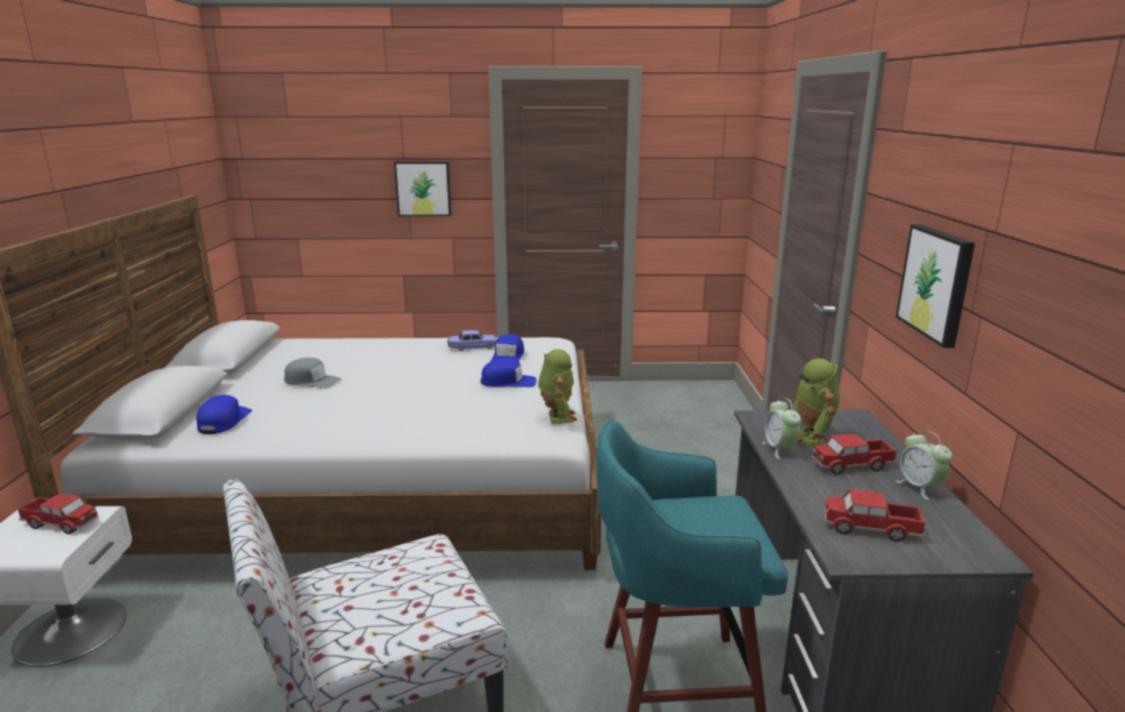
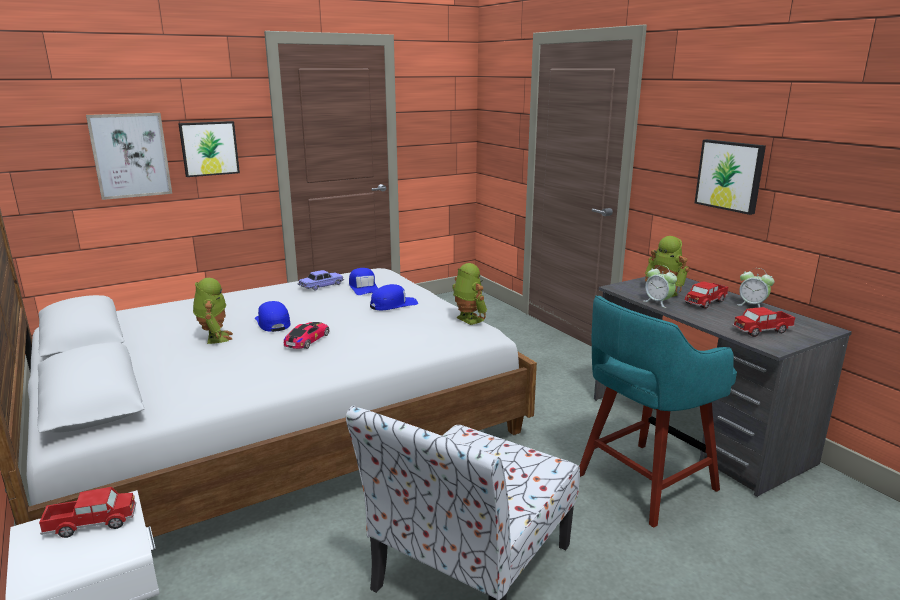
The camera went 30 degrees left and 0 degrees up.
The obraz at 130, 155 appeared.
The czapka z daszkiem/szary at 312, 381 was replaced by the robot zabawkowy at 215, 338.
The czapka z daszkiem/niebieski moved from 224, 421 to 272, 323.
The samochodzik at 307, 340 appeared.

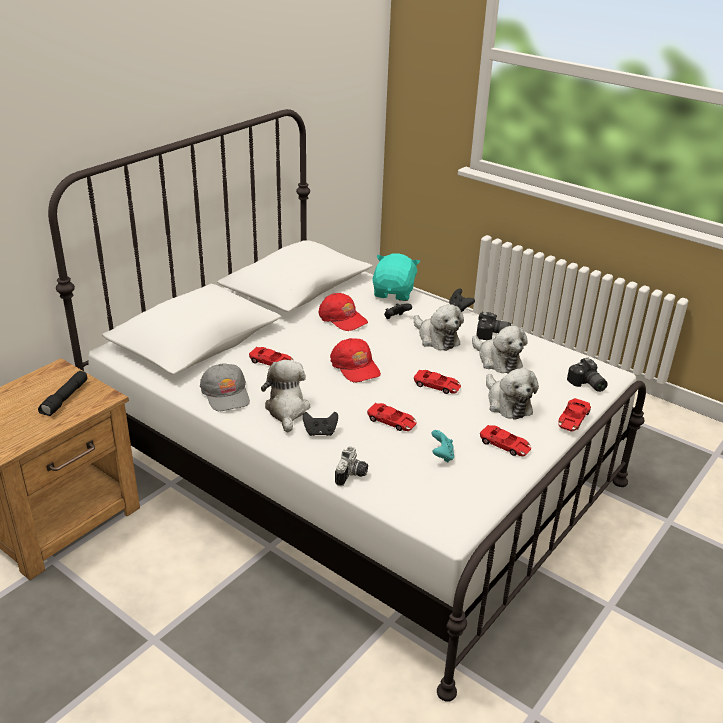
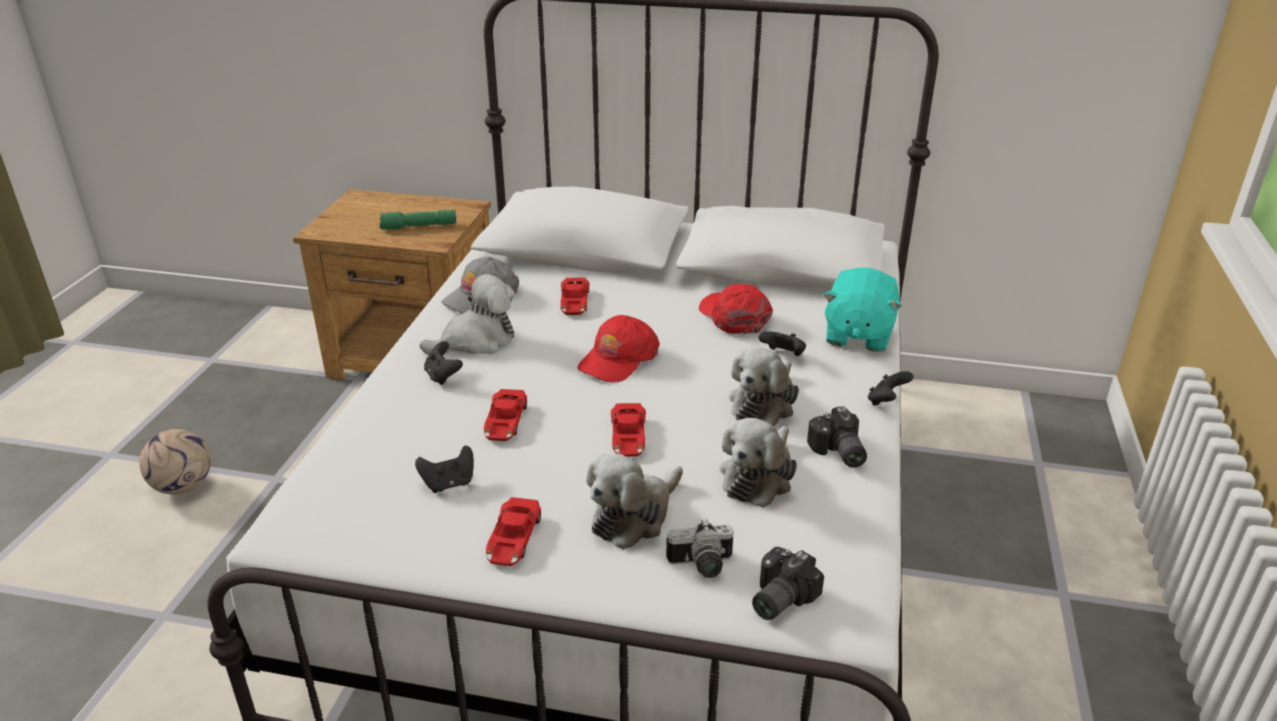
The camera went 65 degrees right and 0 degrees up.
The piłka futbolowa at 183, 486 appeared.
The latarka/czarny at 65, 399 became the latarka/zielony at 418, 227.
The pad do gier/turkusowy at 442, 455 became the pad do gier/czarny at 449, 484.
The aparat fotograficzny moved from 352, 475 to 701, 566.
The czapka z daszkiem/czerwony at 342, 318 turned 135 degrees clockwise.
The pluszak/turkusowy at 394, 293 turned 120 degrees clockwise.
The samochodzik/czerwony at 573, 419 disappeared.

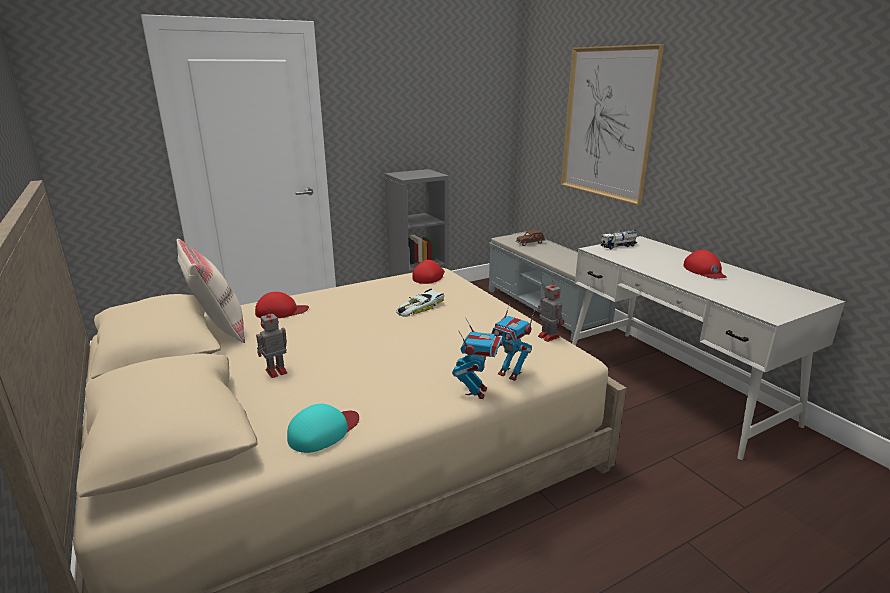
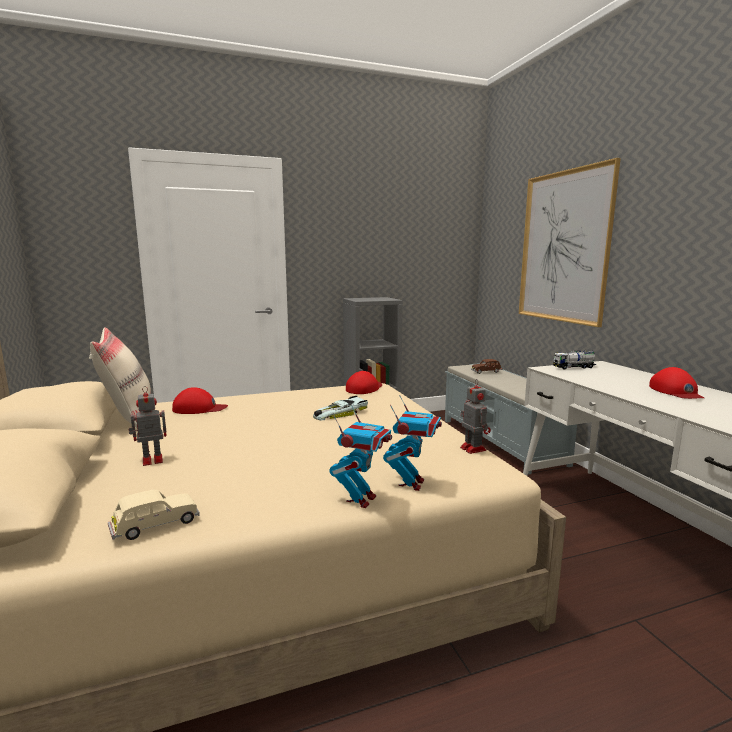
The camera went 10 degrees right and 10 degrees down.
The czapka z daszkiem/turkusowy at 323, 431 was replaced by the samochodzik/beżowy at 155, 526.
The robot zabawkowy at 510, 374 turned 120 degrees counterclockwise.

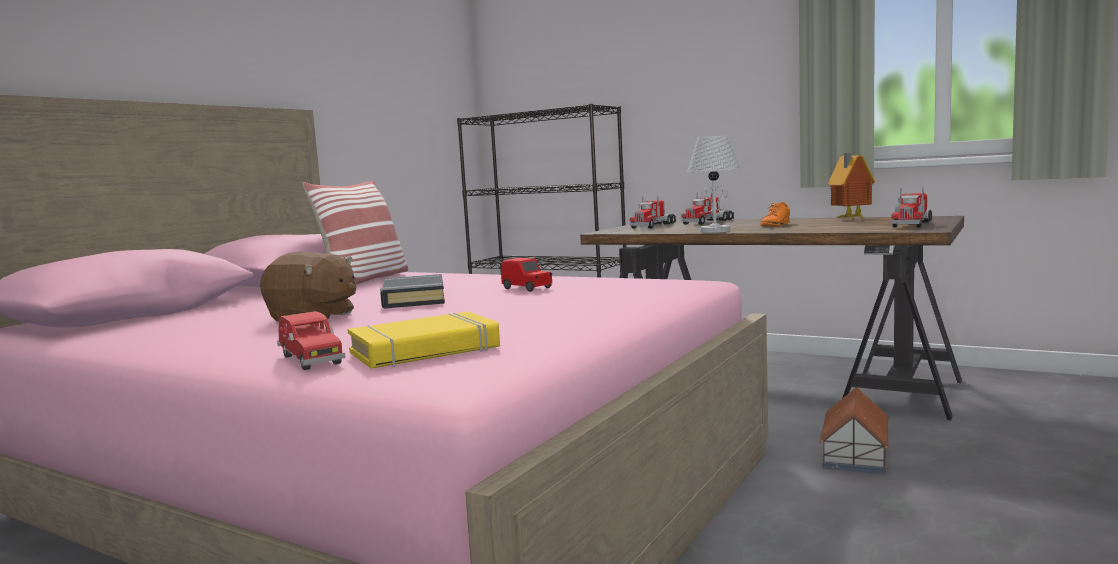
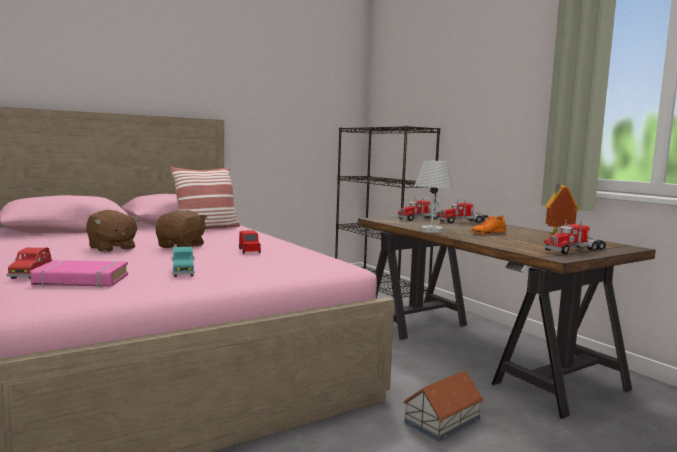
The camera went 25 degrees right and 0 degrees up.
The książka/żółty at 425, 350 became the książka/różowy at 81, 280.
The książka/czarny at 413, 299 was replaced by the pluszak/brązowy at 182, 246.
The samochodzik/turkusowy at 183, 271 appeared.

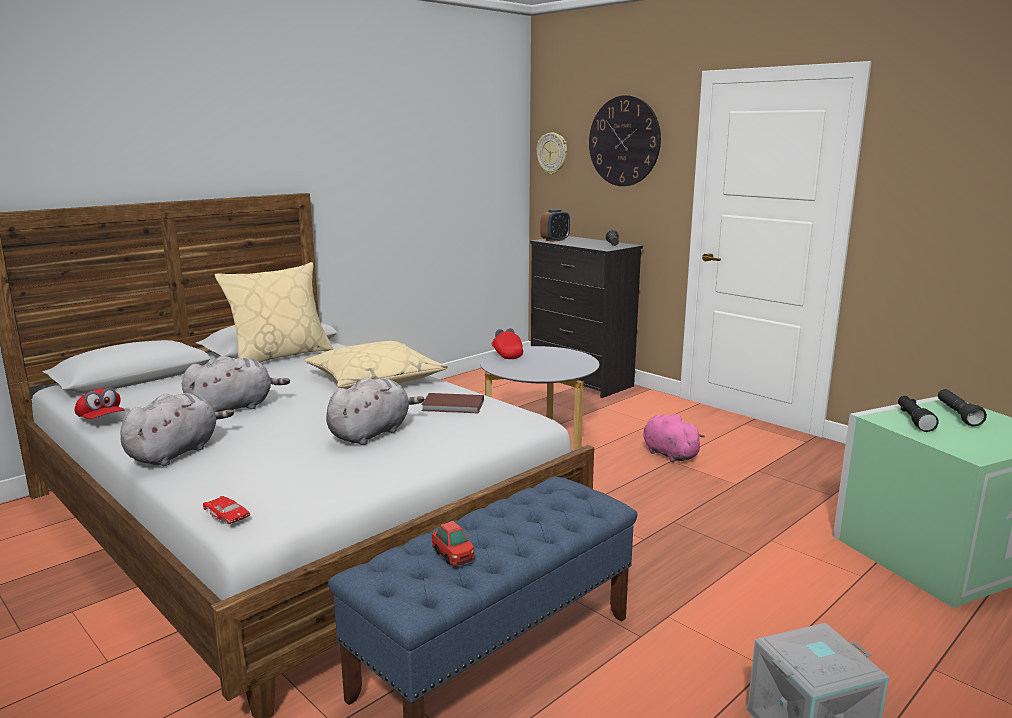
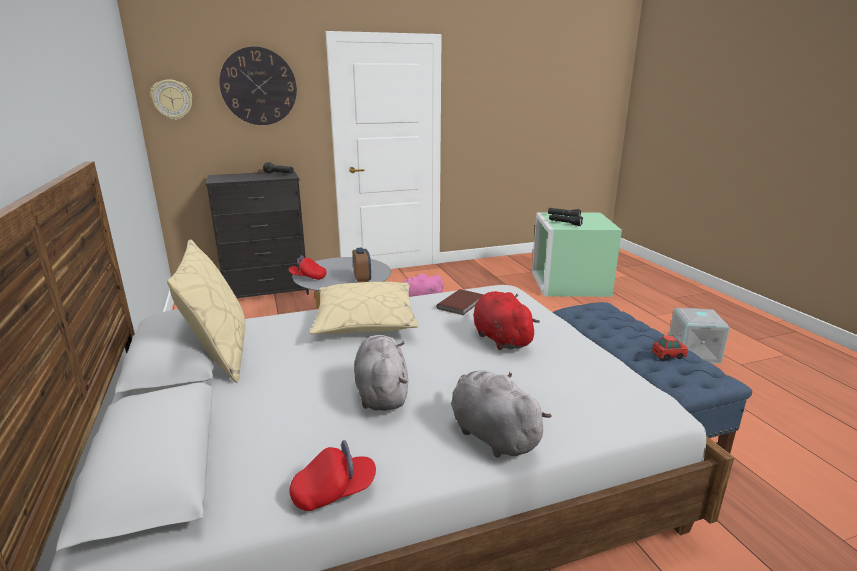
The camera went 65 degrees left and 5 degrees up.
The budzik moved from 555, 240 to 362, 279.
The pluszak/szary at 372, 433 became the pluszak/czerwony at 500, 338.
The samochodzik/czerwony at 227, 514 disappeared.

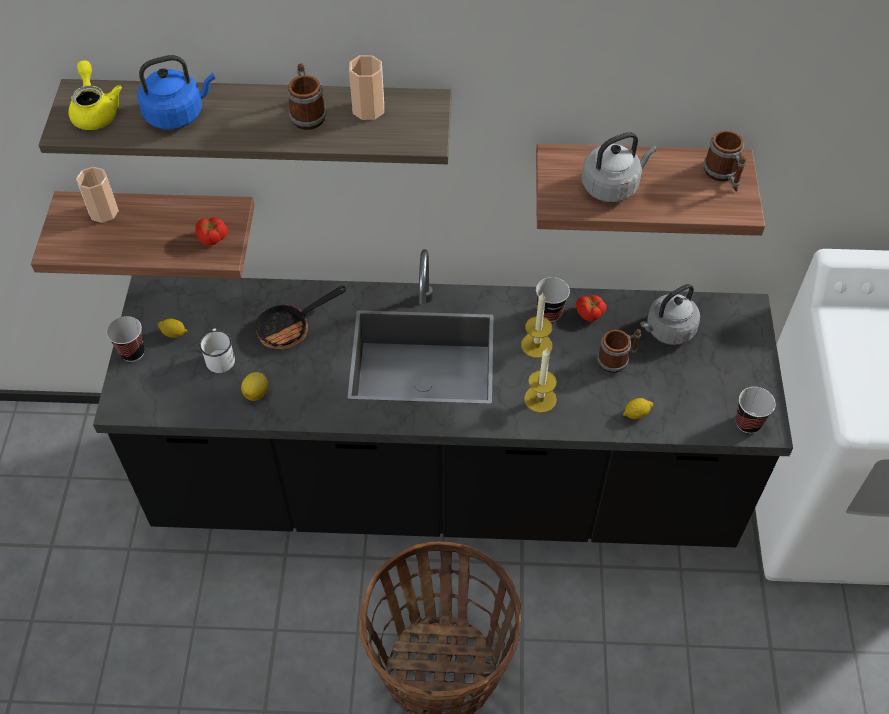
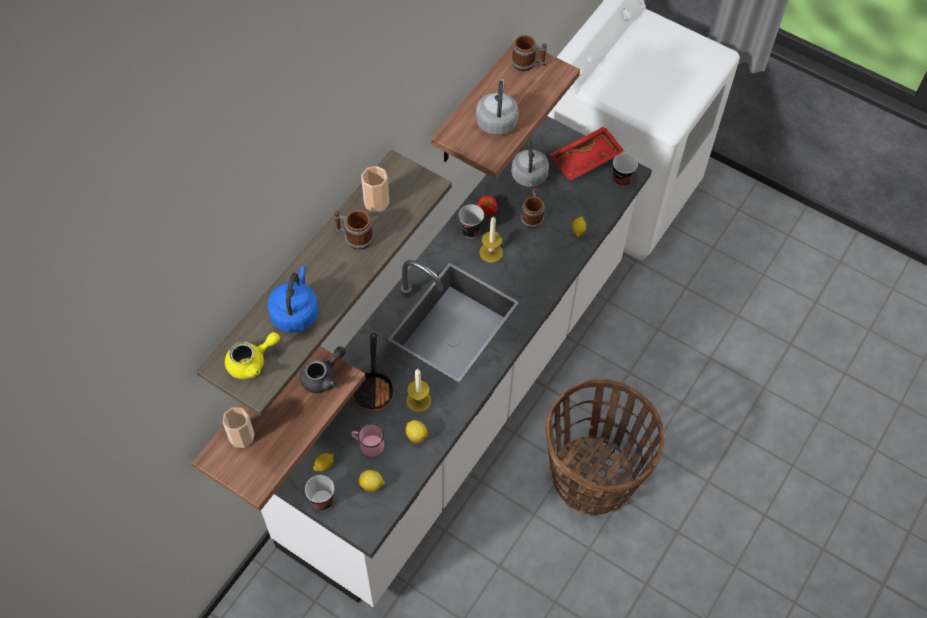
The camera went 60 degrees left and 5 degrees up.
The imbryk/żółty at 95, 111 turned 135 degrees clockwise.
The zabudowa kuchenna/czarny at 444, 489 became the zabudowa kuchenna/biały at 461, 402.
The pomidor at 212, 238 was replaced by the imbryk/szary at 323, 376.
The kubek/biały at 220, 357 became the kubek/różowy at 368, 444.
The cytryna at 372, 485 appeared.
The świeca moved from 540, 399 to 418, 400.
The taca/czerwony at 586, 160 appeared.

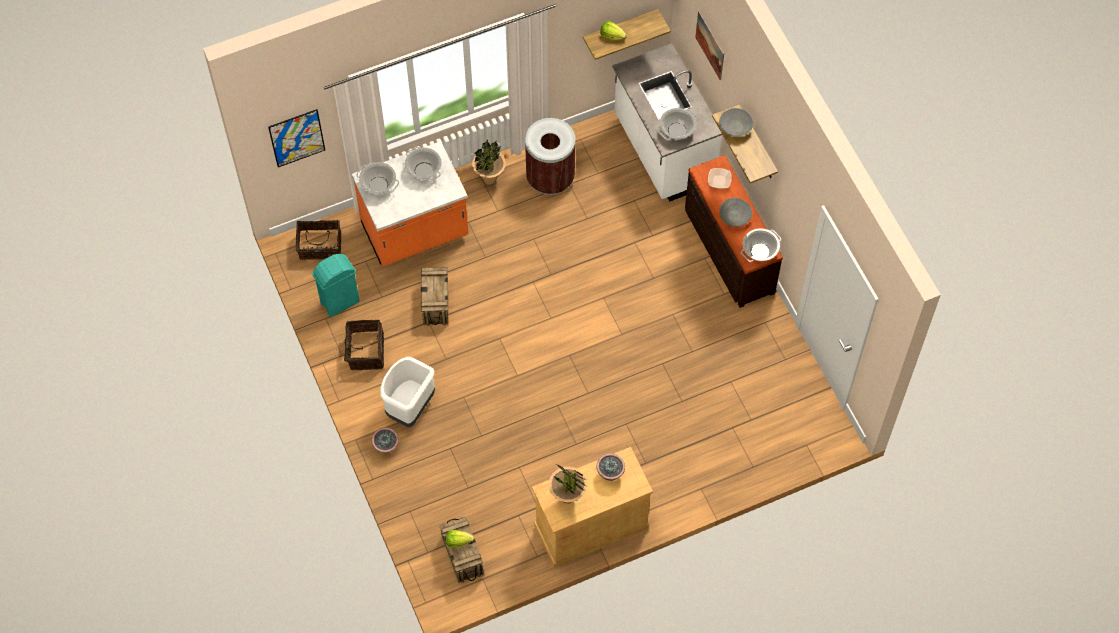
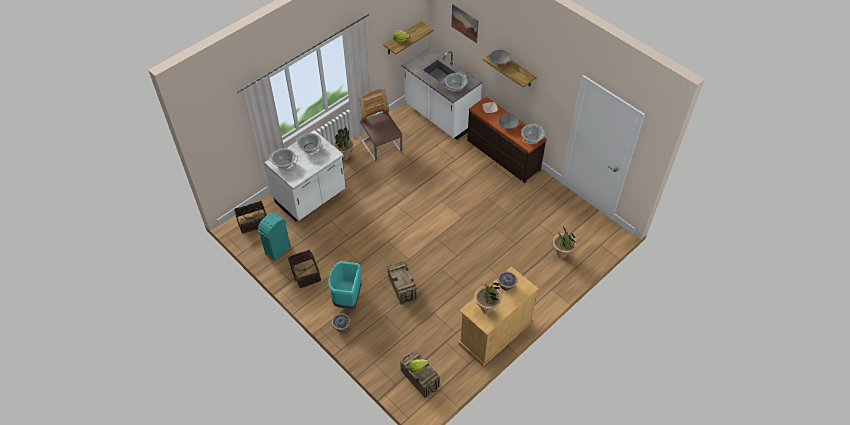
The camera went 20 degrees left and 10 degrees down.
The zabudowa kuchenna/pomarańczowy at 415, 232 became the zabudowa kuchenna/biały at 311, 198.
The kosz na śmieci/biały at 409, 407 became the kosz na śmieci/turkusowy at 347, 298.
The kosz na śmieci/brązowy at 550, 178 was replaced by the krzesło at 381, 146.
The skrzynka moved from 436, 302 to 402, 288.
The roślina doniczkowa at 561, 255 appeared.
The obraz at 297, 138 disappeared.

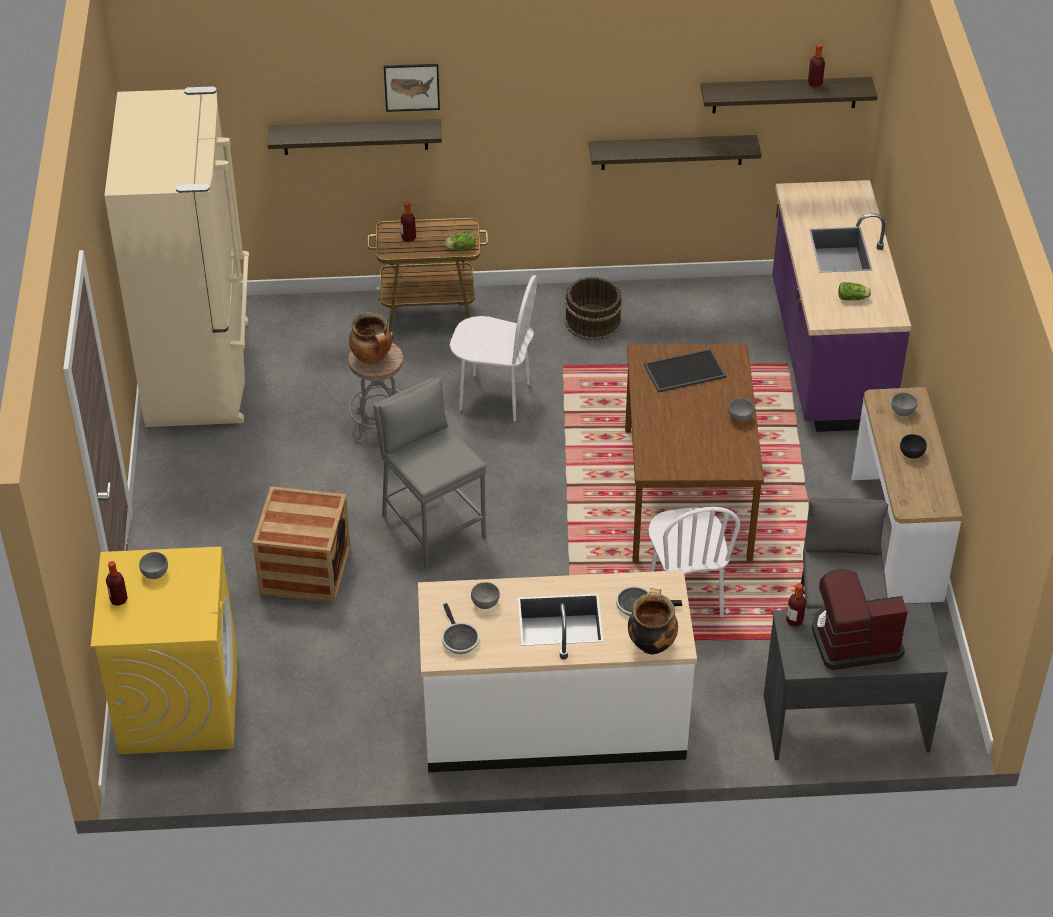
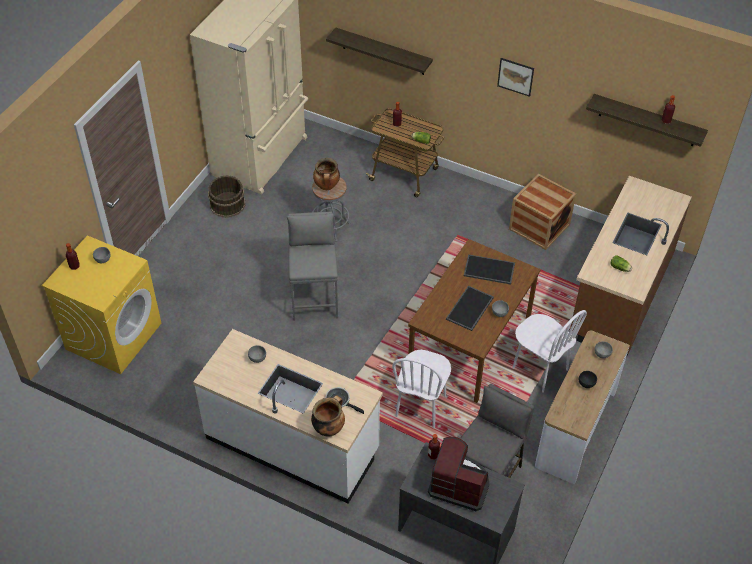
The camera went 30 degrees right and 5 degrees up.
The wiadro/brązowy moved from 592, 321 to 227, 204.
The taca at 470, 309 appeared.
The obraz moved from 412, 87 to 515, 76.
The skrzynka moved from 305, 570 to 539, 226.
The krzesło/biały moved from 494, 397 to 539, 369.
The zabudowa kuchenna/fioletowy at 827, 355 became the zabudowa kuchenna/brązowy at 619, 296.
The patelnia at 458, 639 disappeared.
The półka at 672, 152 disappeared.

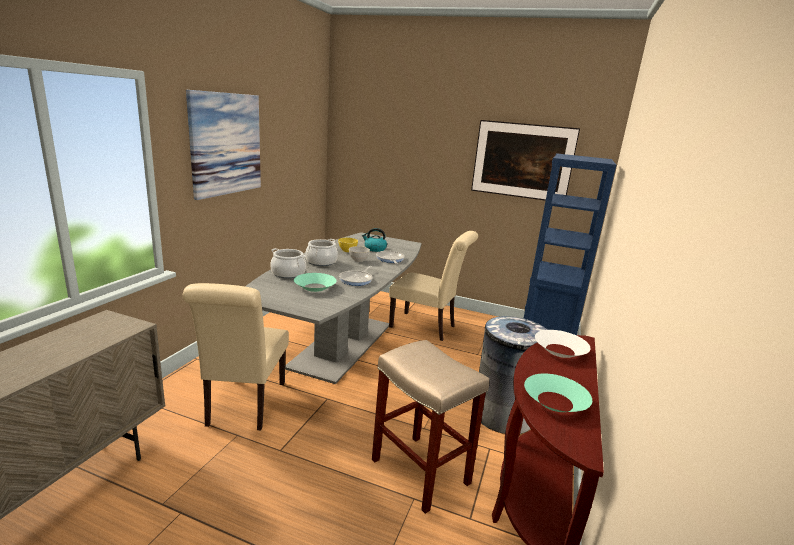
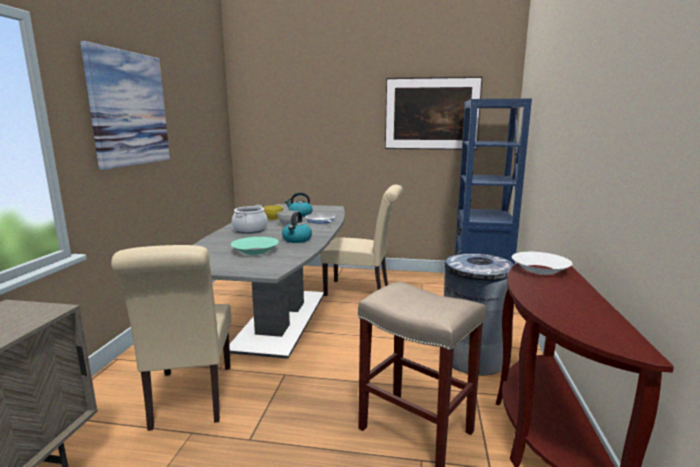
The camera went 10 degrees left and 5 degrees down.
The patelnia at 357, 279 was replaced by the czajnik at 297, 240.
The garnek at 288, 273 disappeared.
The miska/turkusowy at 555, 401 disappeared.

